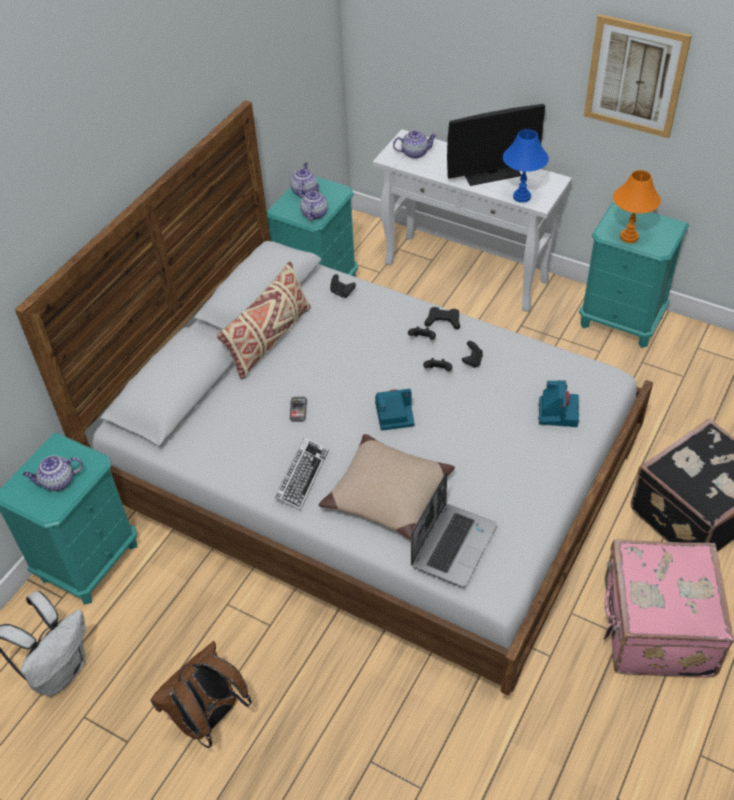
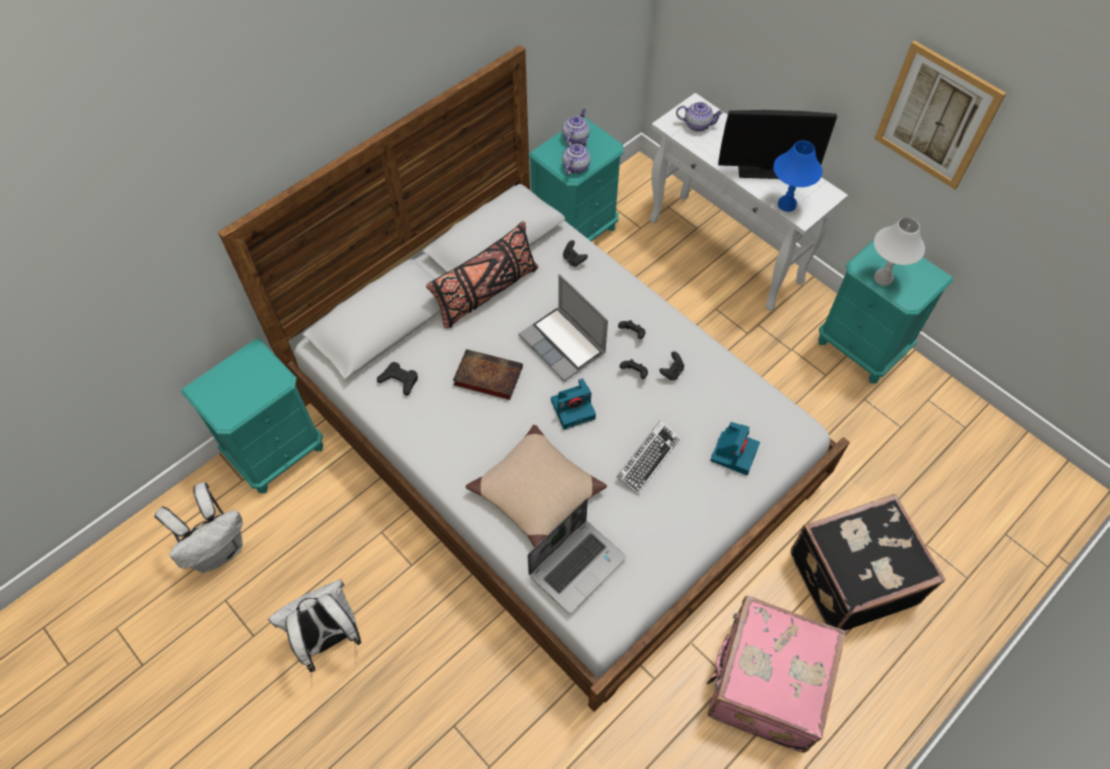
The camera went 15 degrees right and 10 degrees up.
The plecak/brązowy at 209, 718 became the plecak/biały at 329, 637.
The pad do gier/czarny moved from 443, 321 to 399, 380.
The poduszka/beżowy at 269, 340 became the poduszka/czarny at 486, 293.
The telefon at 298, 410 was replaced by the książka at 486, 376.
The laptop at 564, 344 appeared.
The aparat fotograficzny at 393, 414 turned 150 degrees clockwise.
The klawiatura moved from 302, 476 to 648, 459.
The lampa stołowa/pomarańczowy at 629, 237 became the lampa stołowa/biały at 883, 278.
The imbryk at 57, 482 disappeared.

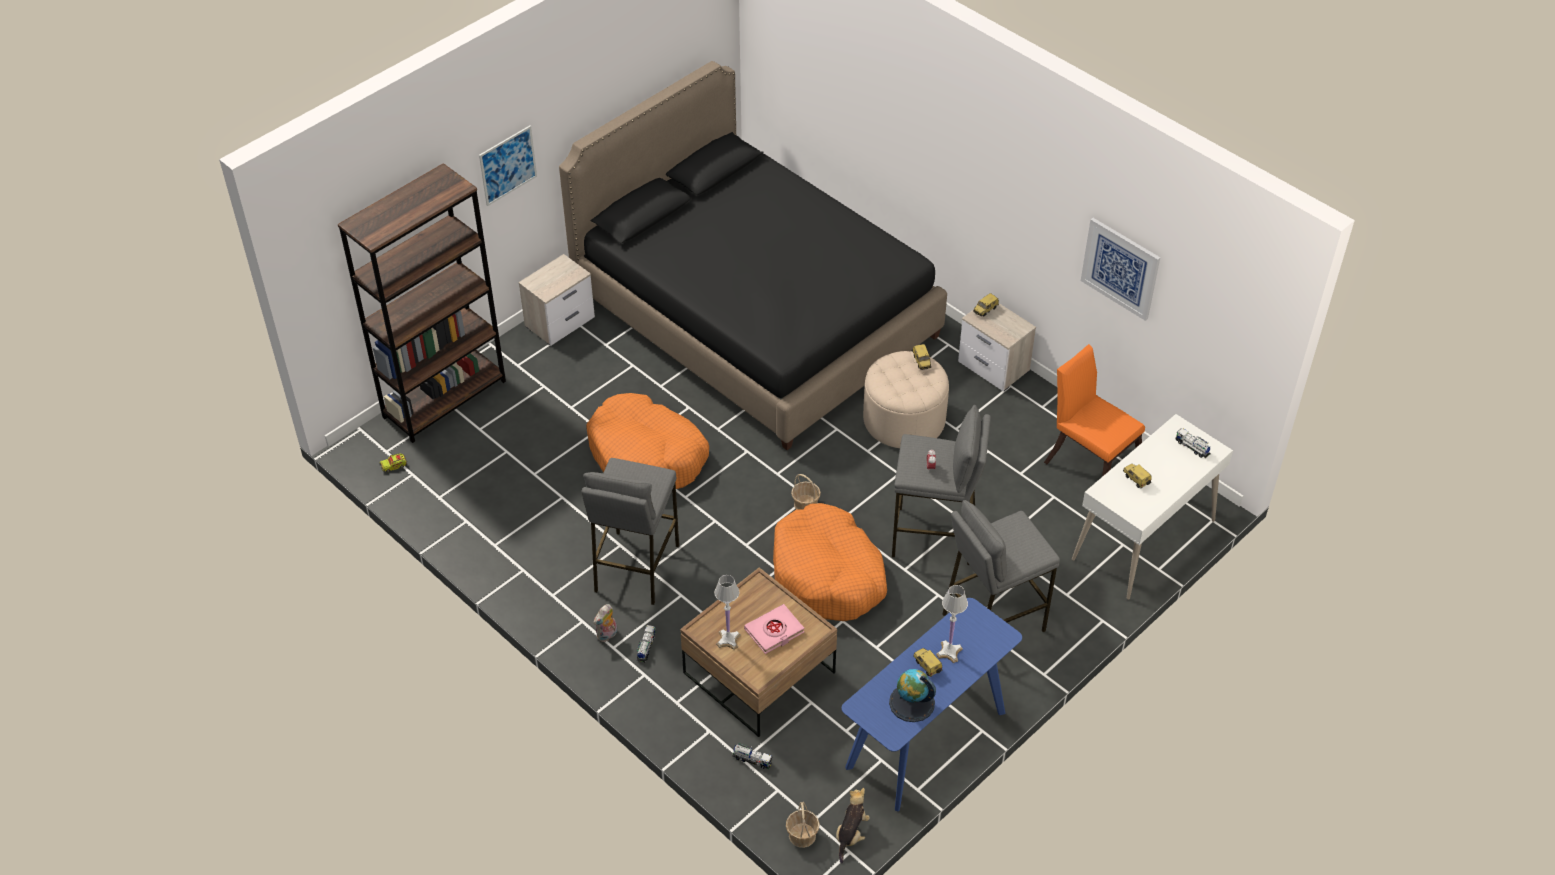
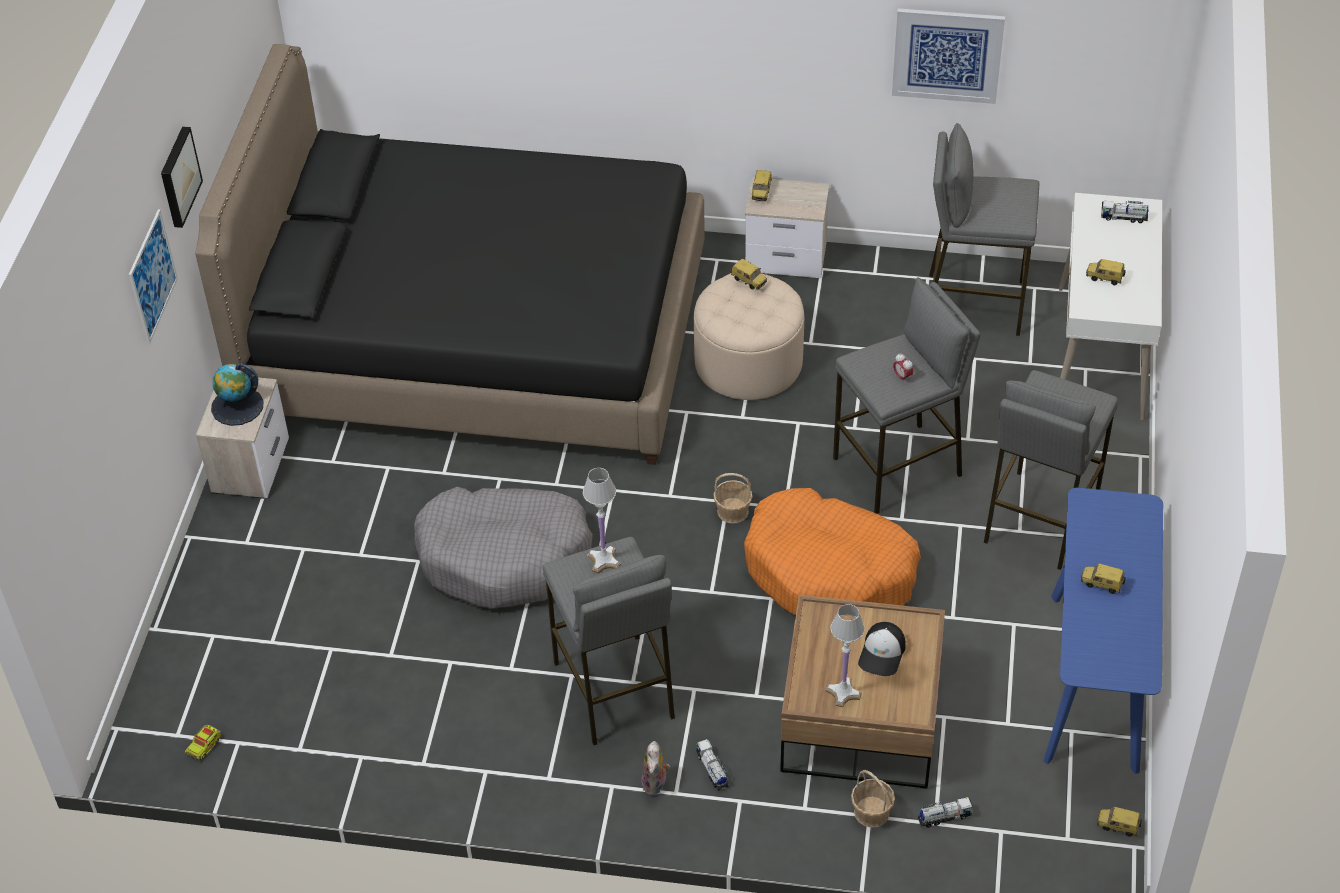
The camera went 35 degrees left and 0 degrees up.
The obraz at 178, 176 appeared.
The globus moved from 911, 703 to 237, 406.
The legowisko/pomarańczowy at 647, 455 became the legowisko/szary at 504, 558.
The lampa stołowa/biały moved from 949, 652 to 604, 560.
The koszyk moved from 802, 835 to 871, 812.
The książka/różowy at 774, 631 was replaced by the czapka z daszkiem at 882, 653.
The krzesło/pomarańczowy at 1089, 461 was replaced by the stołek/szary at 973, 303.
The pluszak at 851, 834 was replaced by the samochodzik at 1117, 827.
The regał/brązowy at 445, 399 disappeared.

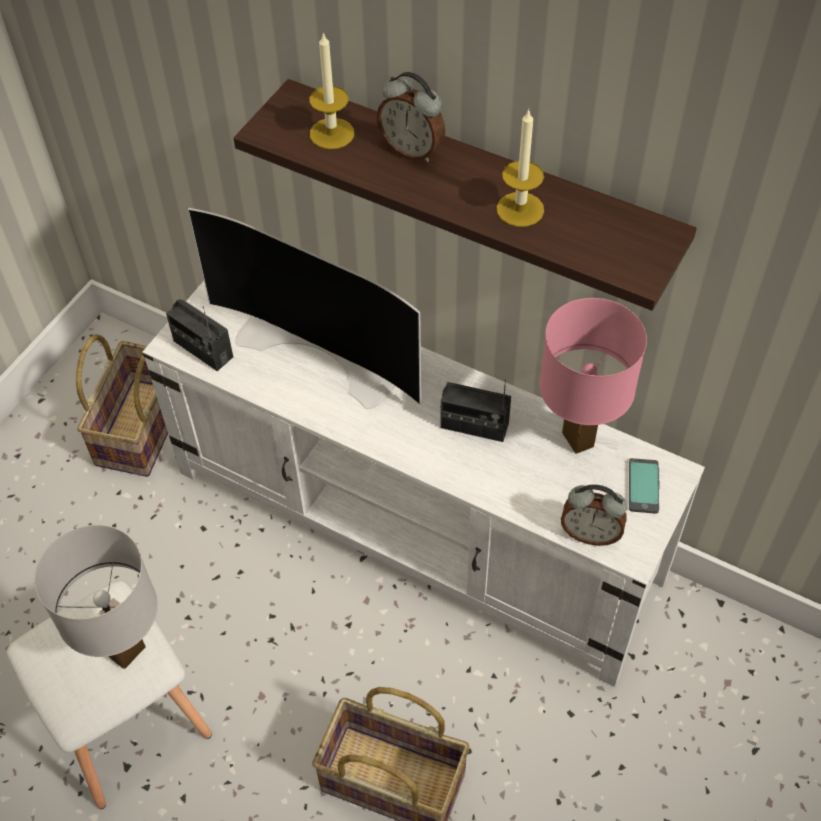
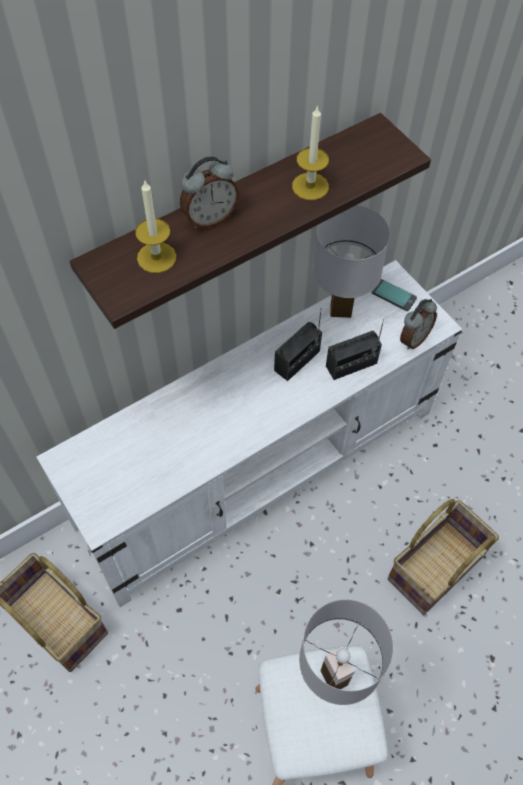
The camera went 65 degrees left and 5 degrees up.
The lampa stołowa/różowy at 576, 439 became the lampa stołowa/biały at 340, 311.
The radio moved from 203, 349 to 351, 365.
The telewizor at 323, 350 disappeared.

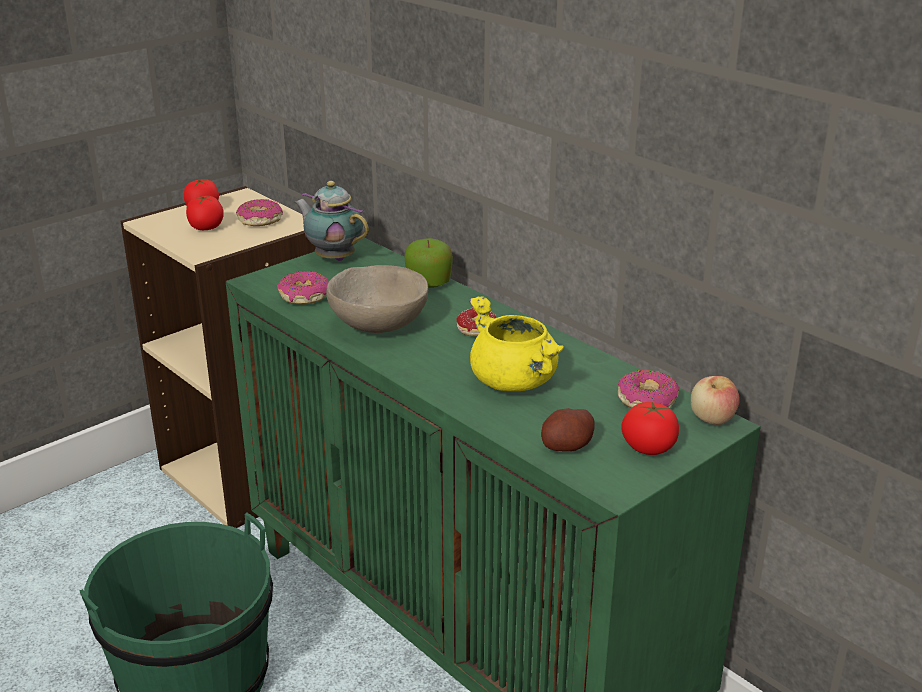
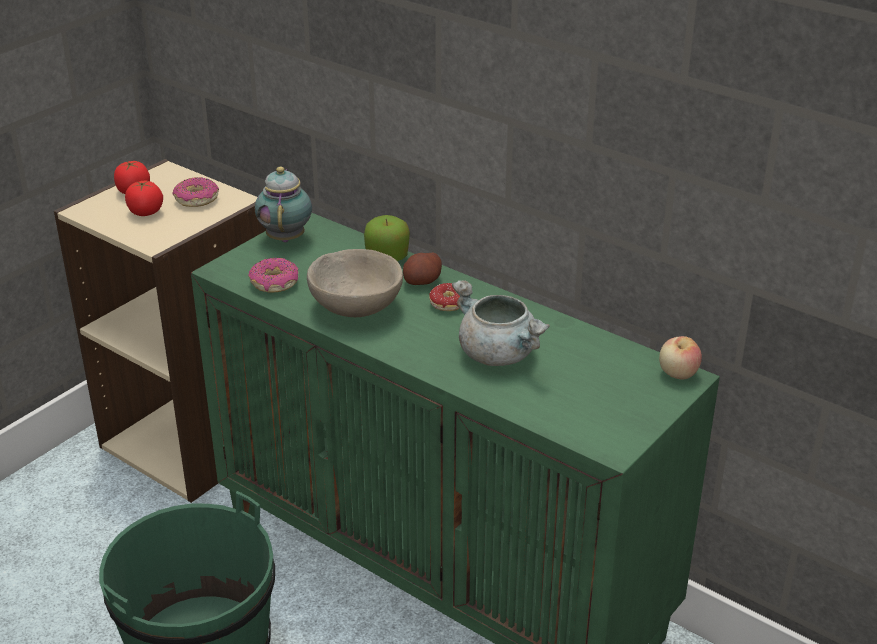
The camera went 10 degrees left and 5 degrees up.
The imbryk at 333, 258 turned 60 degrees clockwise.
The ziemniak moved from 567, 446 to 422, 281.
The garnek/żółty at 516, 382 became the garnek/szary at 500, 355.
The donut at 647, 401 disappeared.
The pomidor at 648, 447 disappeared.

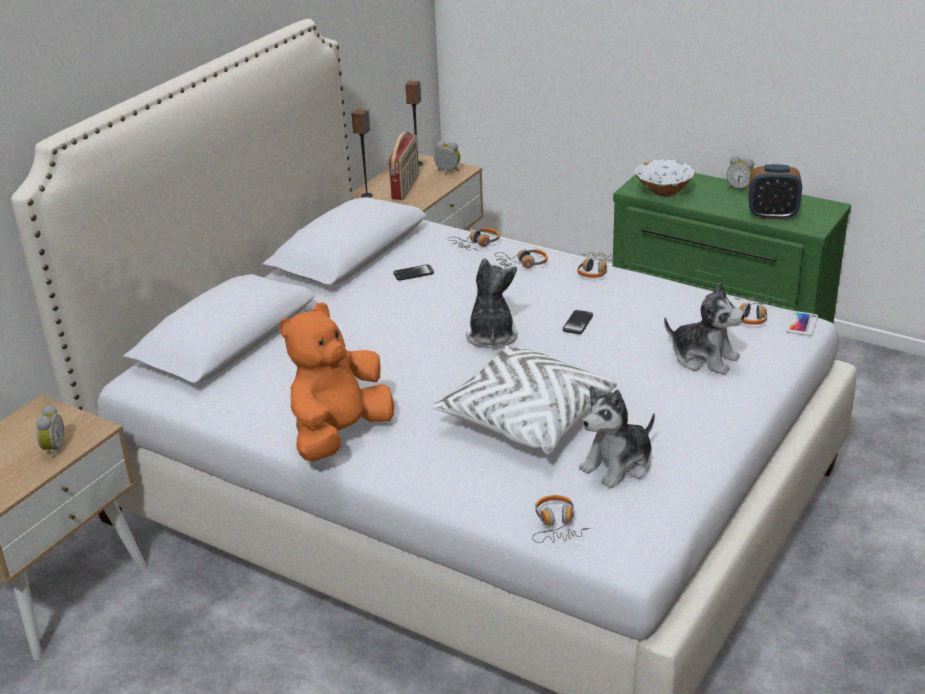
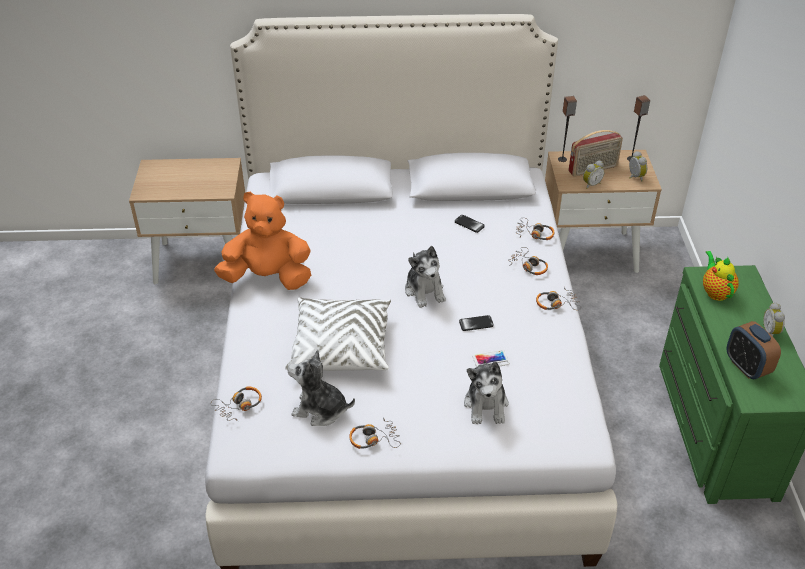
The camera went 55 degrees right and 10 degrees up.
The słuchawki moved from 753, 315 to 374, 439.
The pluszak at 491, 335 turned 105 degrees clockwise.
The telefon moved from 801, 324 to 490, 360.
The budzik moved from 52, 449 to 591, 184.
The miska/biały at 664, 192 was replaced by the imbryk at 715, 292.

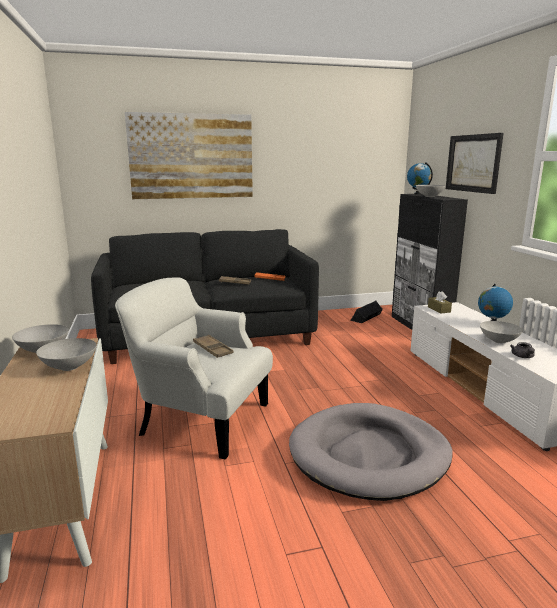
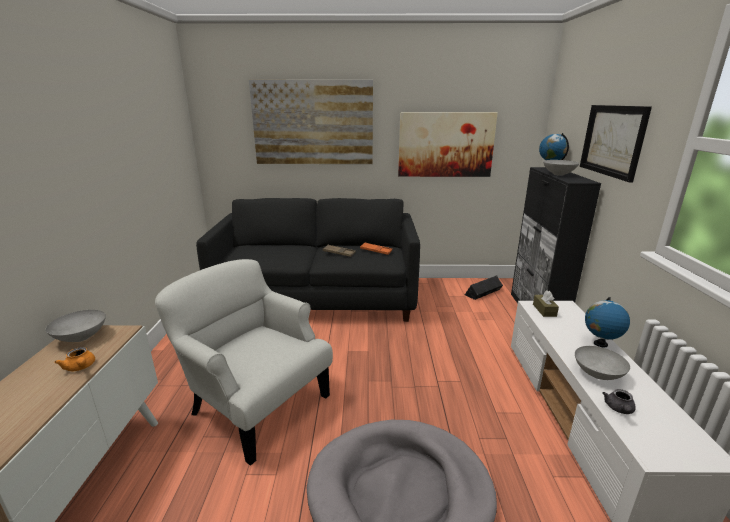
The camera went 15 degrees right and 5 degrees up.
The miska/szary at 70, 367 was replaced by the imbryk/pomarańczowy at 80, 367.
The obraz at 445, 145 appeared.
The taca/brązowy at 213, 349 disappeared.

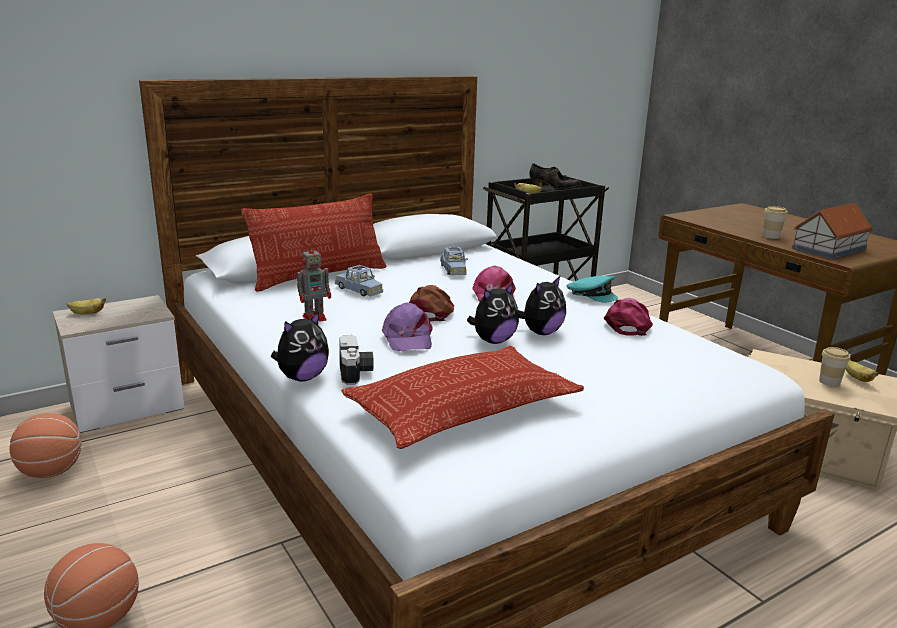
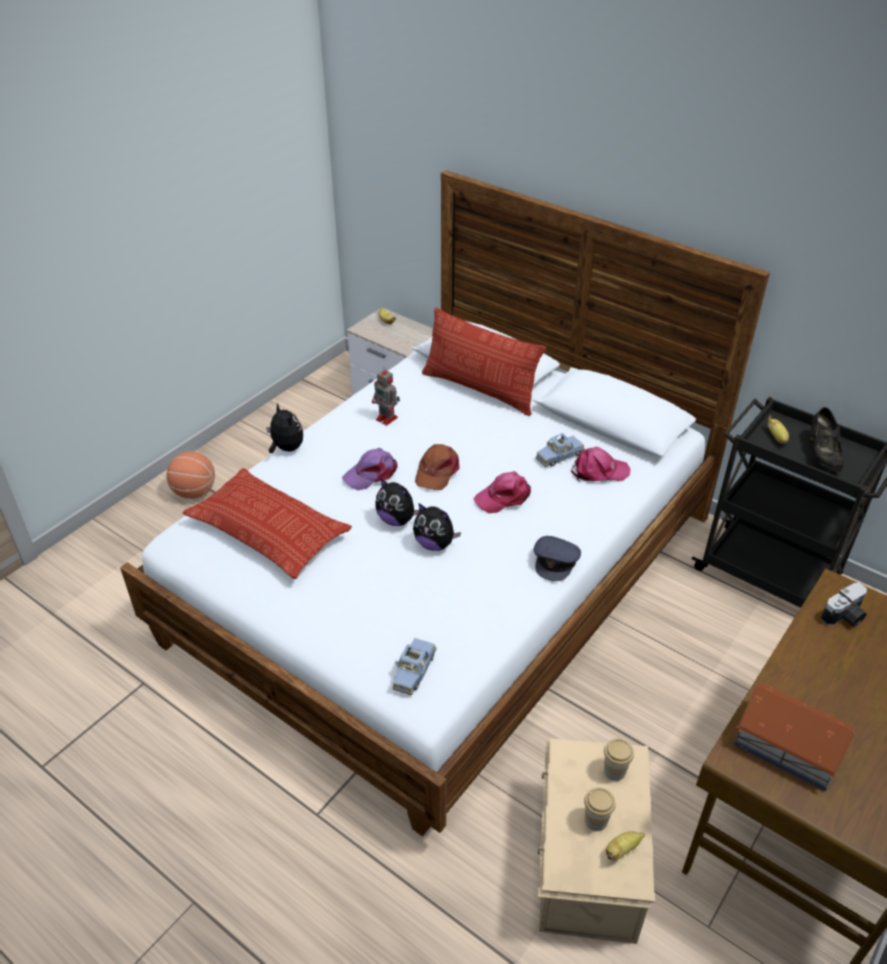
The camera went 70 degrees right and 20 degrees up.
The pluszak at 302, 377 turned 150 degrees counterclockwise.
The samochodzik/niebieski moved from 359, 290 to 413, 670.
The czapka z daszkiem/brązowy at 432, 311 turned 120 degrees clockwise.
The czapka z daszkiem/turkusowy at 591, 295 became the czapka z daszkiem/szary at 556, 561.
The czapka z daszkiem/różowy moved from 628, 325 to 599, 471.
The filiżanka moved from 771, 236 to 614, 771.
The aparat fotograficzny moved from 356, 372 to 844, 617.
The piłka do koszykówki at 52, 471 disappeared.

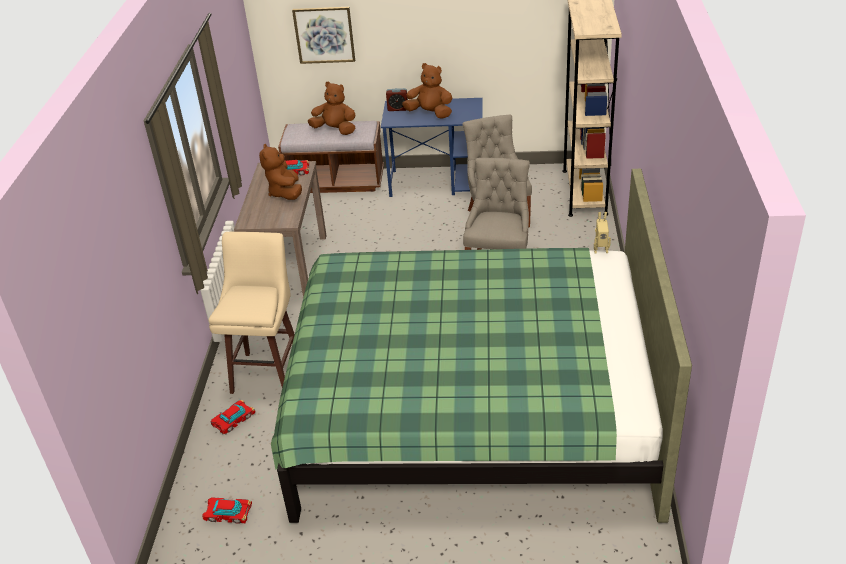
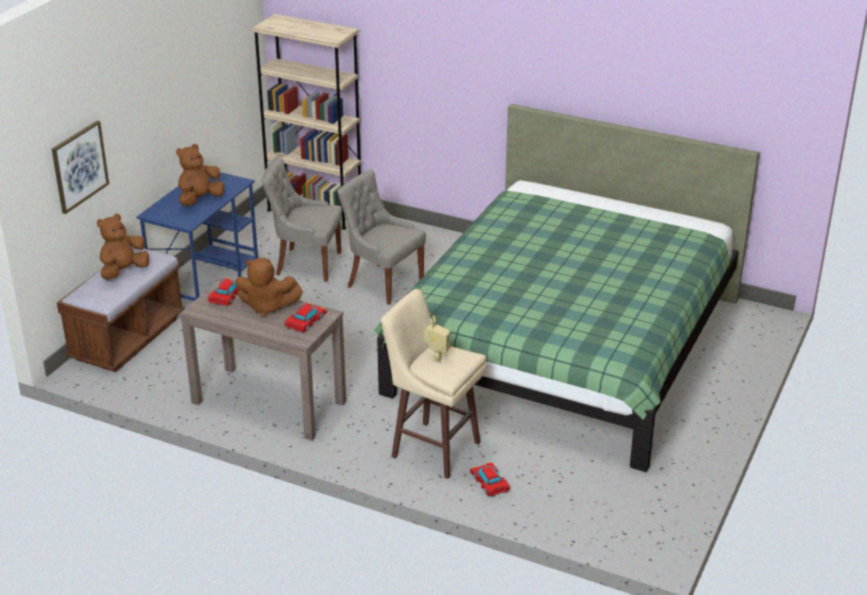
The camera went 70 degrees left and 5 degrees down.
The samochodzik moved from 228, 513 to 305, 321.
The robot zabawkowy moved from 600, 249 to 436, 357.
The budzik at 397, 109 disappeared.

